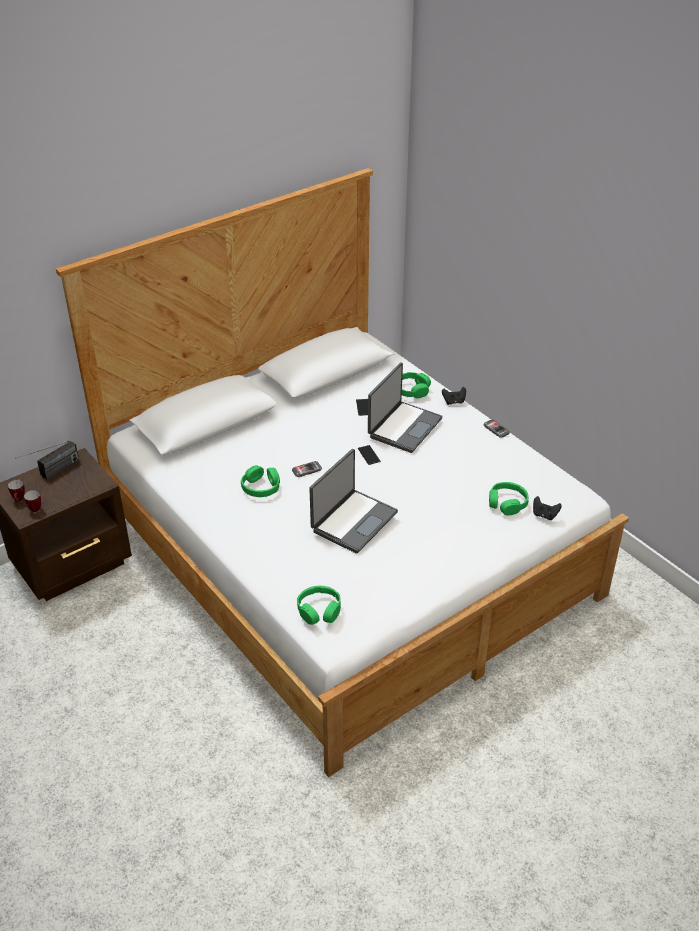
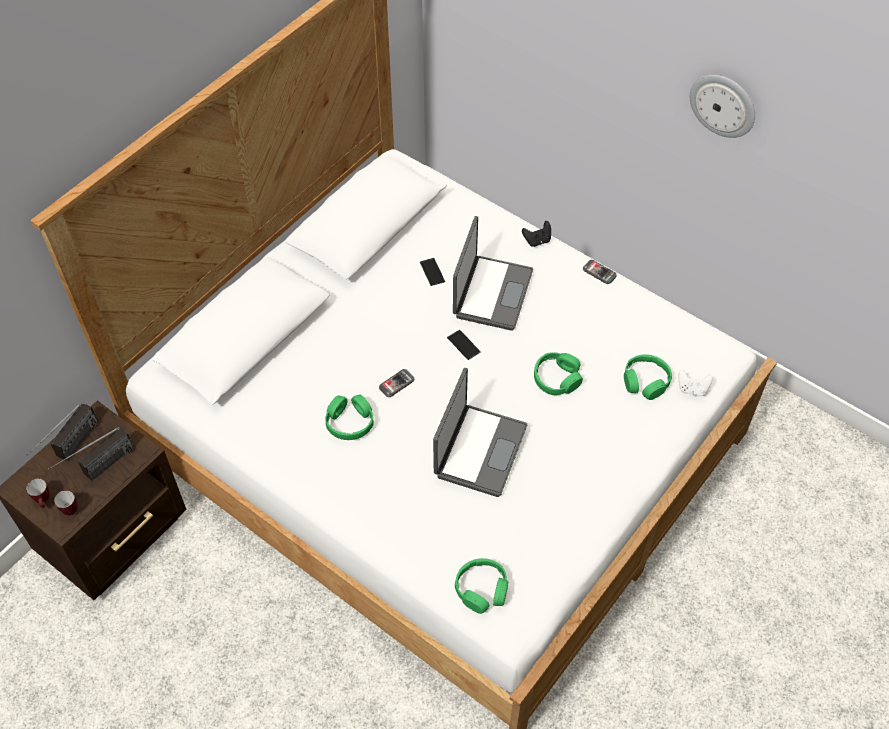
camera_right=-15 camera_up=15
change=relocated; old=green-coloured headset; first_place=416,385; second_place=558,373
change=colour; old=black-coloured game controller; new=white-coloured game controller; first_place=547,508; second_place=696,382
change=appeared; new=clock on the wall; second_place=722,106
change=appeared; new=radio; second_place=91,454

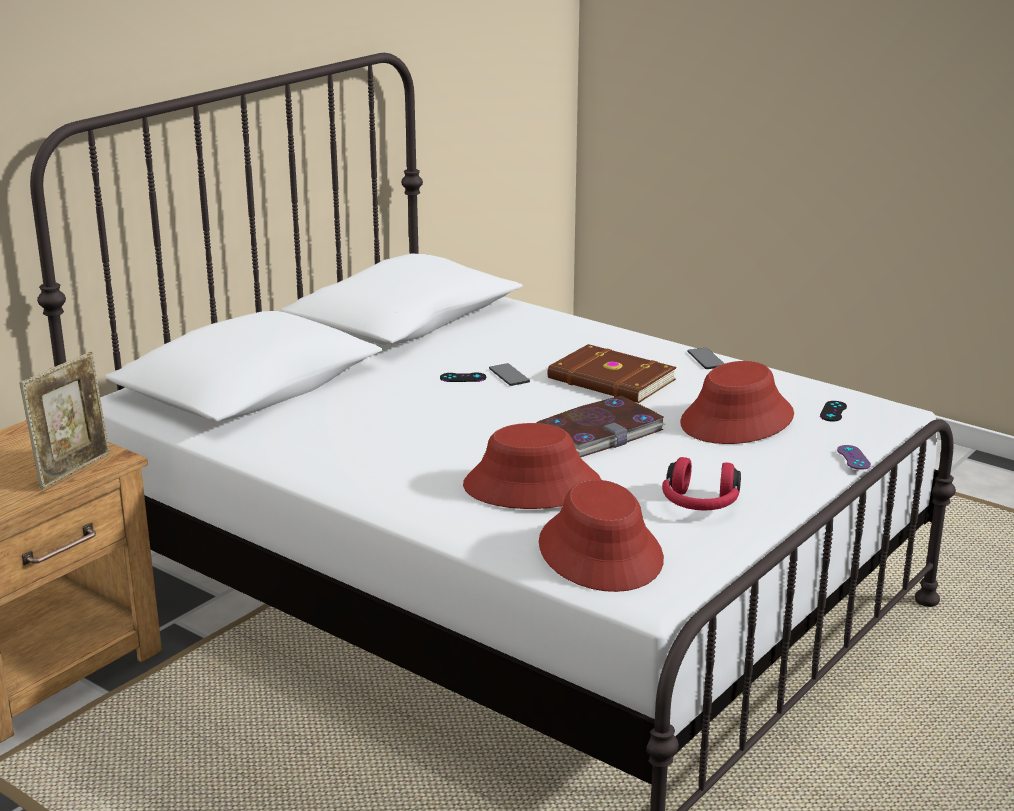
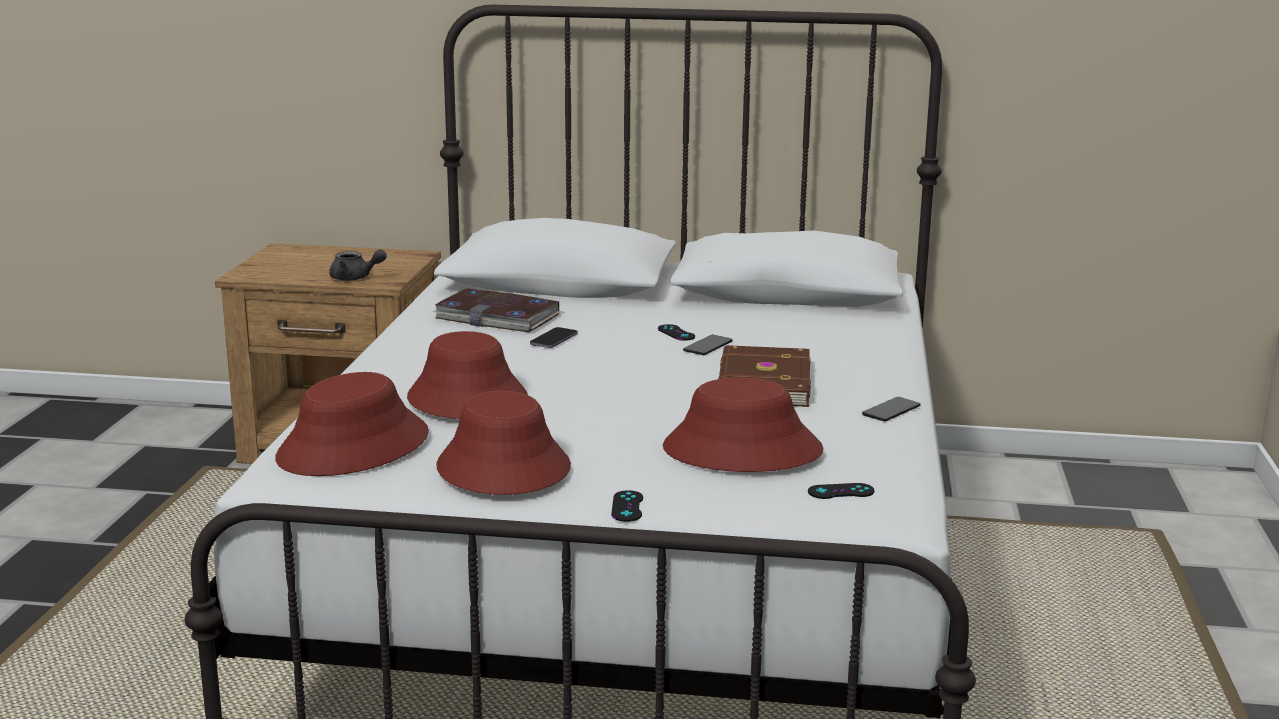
camera_right=60 camera_up=-5
change=exchanged; old=picture frame; new=gray teapot; first_place=64,420; second_place=358,265
change=relocated; old=book; first_place=601,426; second_place=497,310
change=missing; old=purple-coloured game controller; first_place=854,457
change=exchanged; old=reddish headset; new=reddish wearable hat; first_place=701,484; second_place=503,443
change=appeared; new=telephone; second_place=554,337
change=appeared; new=black-coloured game controller; second_place=627,506

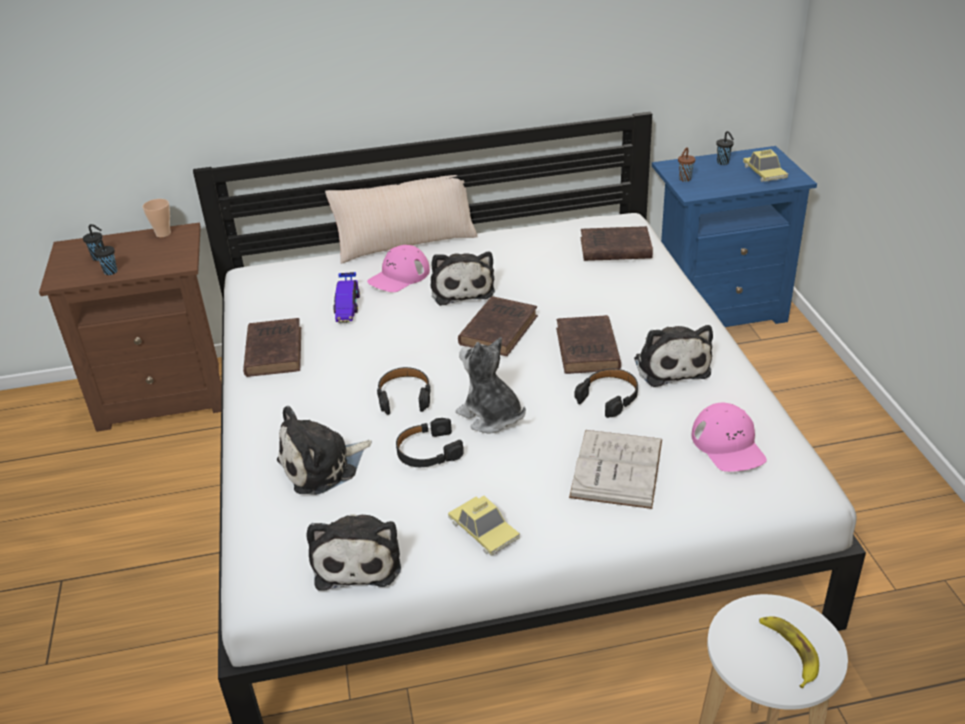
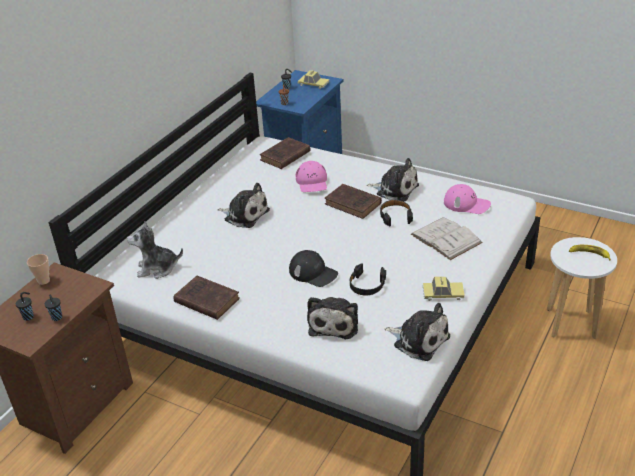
camera_right=-50 camera_up=0
change=missing; old=sand-coloured cushion; first_place=401,219
change=relocated; old=pinkish cap; first_place=398,268; second_place=311,176
change=missing; old=toy car; first_place=346,297
change=missing; old=brownish book; first_place=498,326
change=relocated; old=soft toy; first_place=491,385; second_place=155,250
change=exchanged; old=black-coloured headset; new=black-coloured cap; first_place=404,391; second_place=313,268

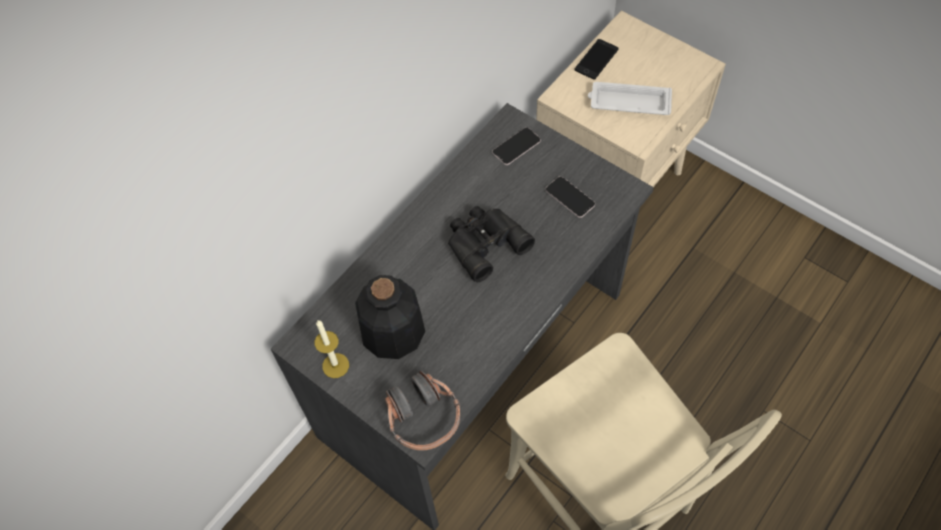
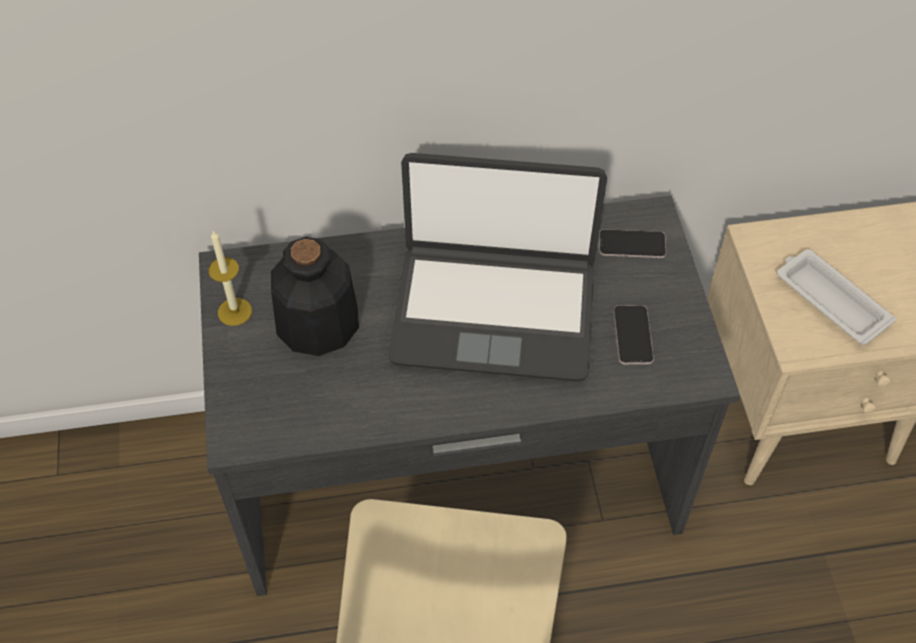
camera_right=40 camera_up=-5
change=missing; old=telephone; first_place=596,59
change=exchanged; old=black-coloured pair of binoculars; new=portable computer; first_place=491,244; second_place=497,267
change=missing; old=headset; first_place=422,410

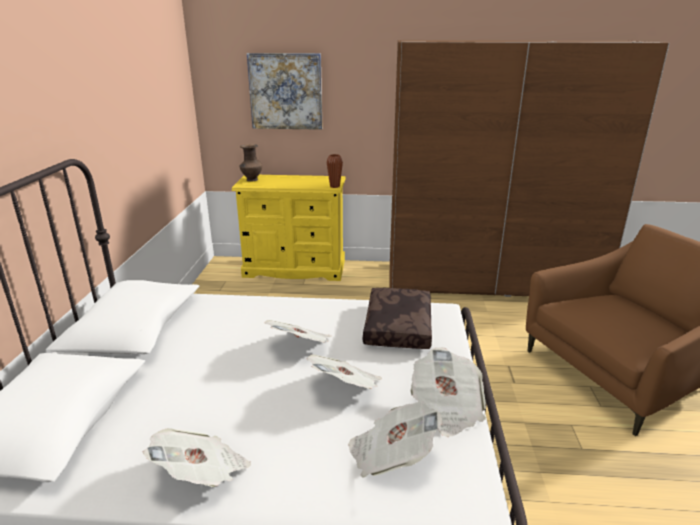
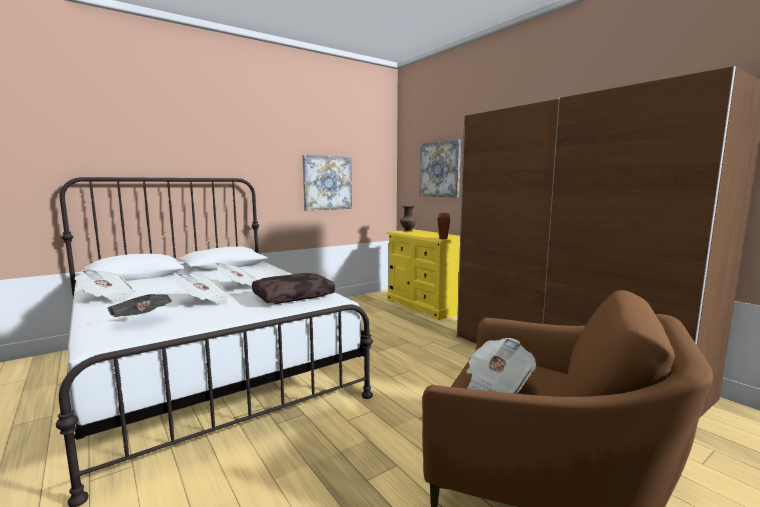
camera_right=50 camera_up=-15
change=relocated; old=daily paper; first_place=448,392; second_place=501,365
change=appeared; new=wall art; second_place=327,183

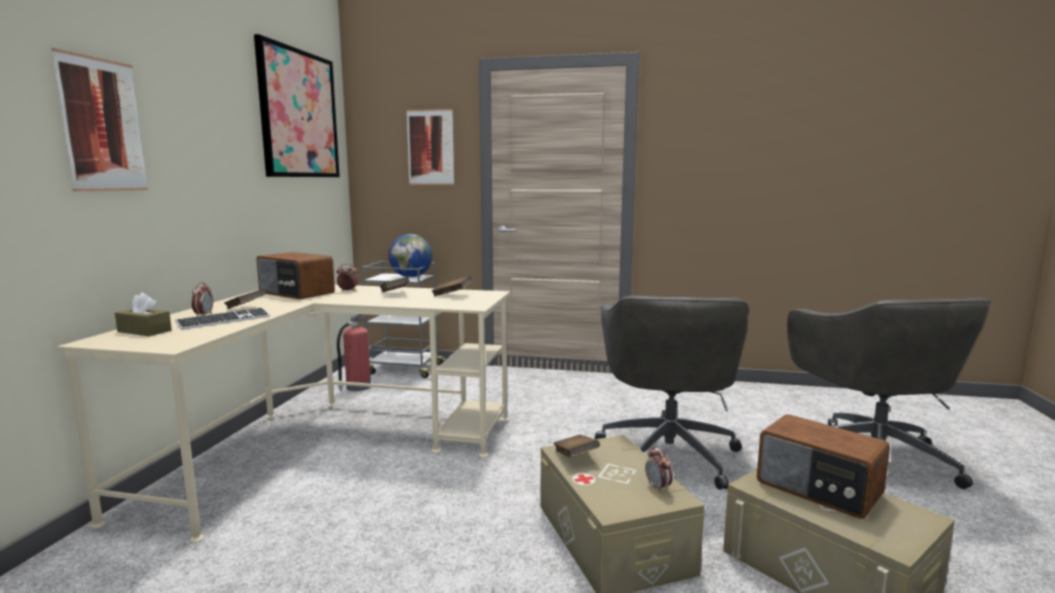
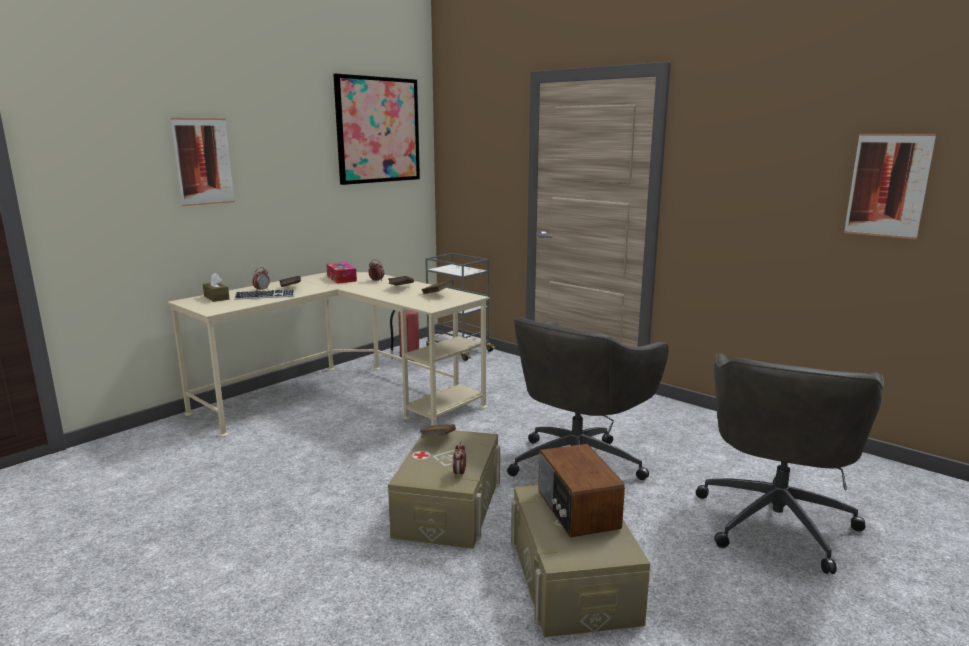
camera_right=30 camera_up=5
change=relocated; old=wall art; first_place=430,147; second_place=890,186
change=missing; old=world globe; first_place=410,256
change=exchanged; old=radio; new=tissue holder; first_place=295,276; second_place=341,273

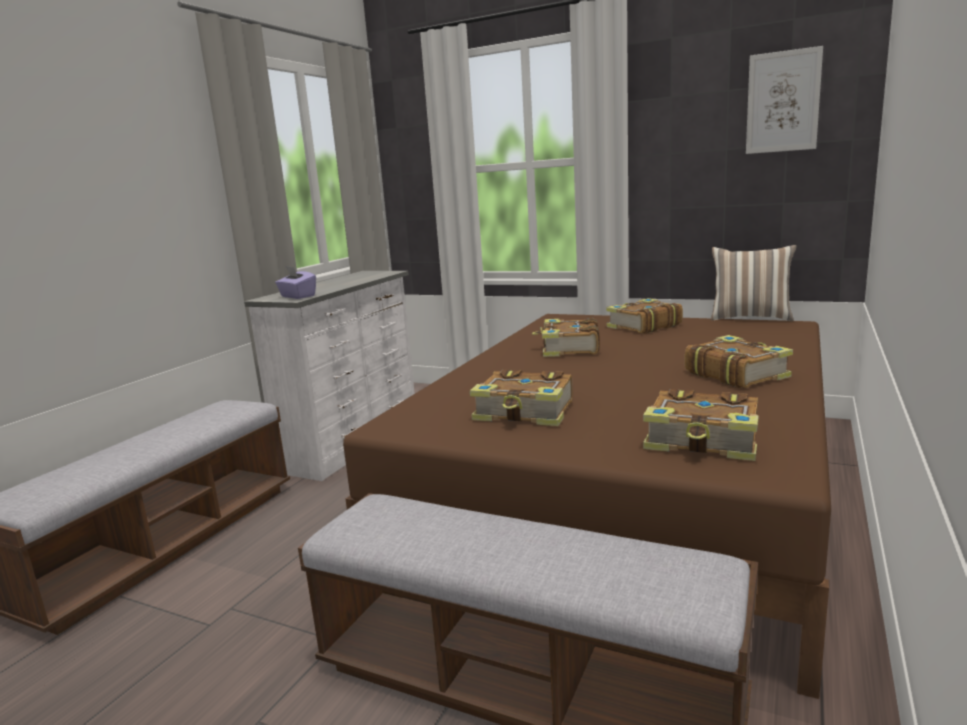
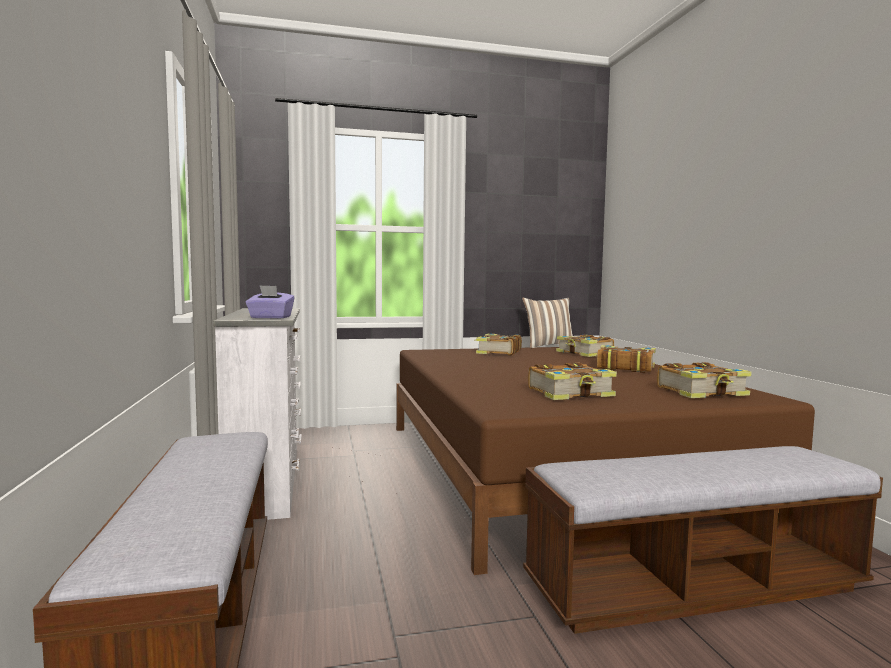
camera_right=-40 camera_up=-10
change=missing; old=wall art; first_place=784,100
change=relocated; old=book; first_place=566,337; second_place=585,345

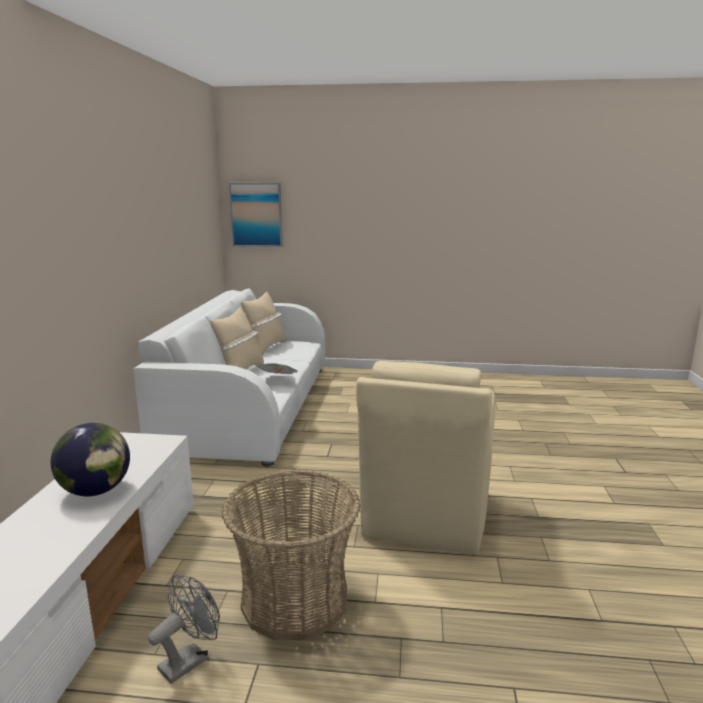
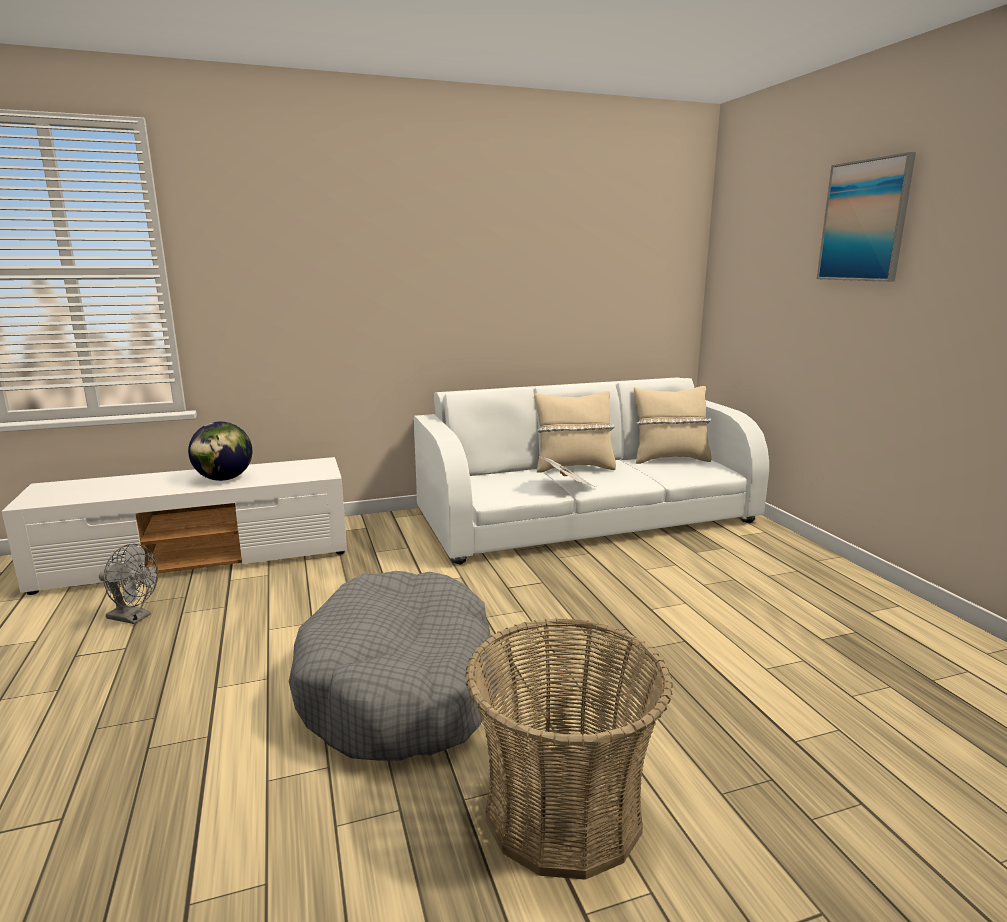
camera_right=65 camera_up=0
change=relocated; old=wall art; first_place=256,215; second_place=866,217
change=exchanged; old=sand-coloured lounge chair; new=gray dog cushion; first_place=425,458; second_place=394,666
change=relocated; old=household basket; first_place=291,555; second_place=569,749

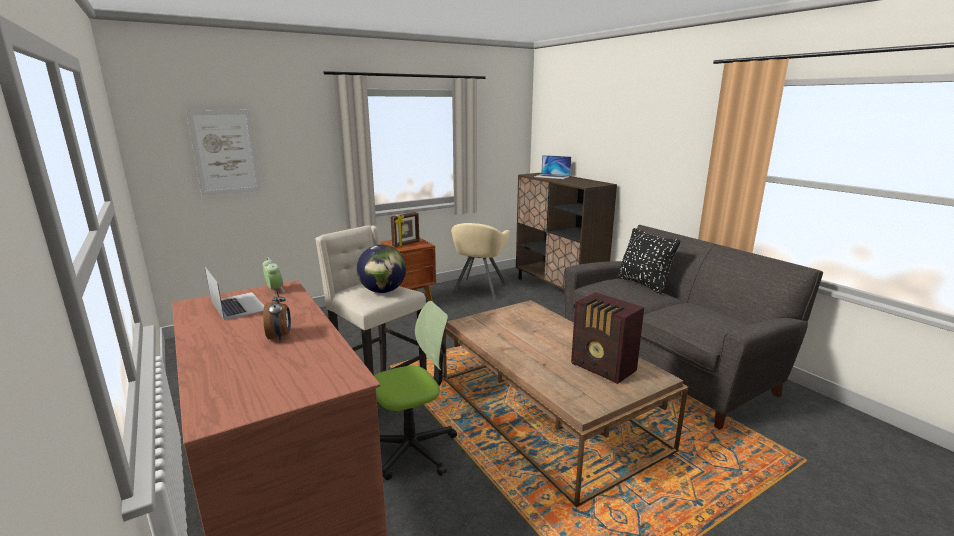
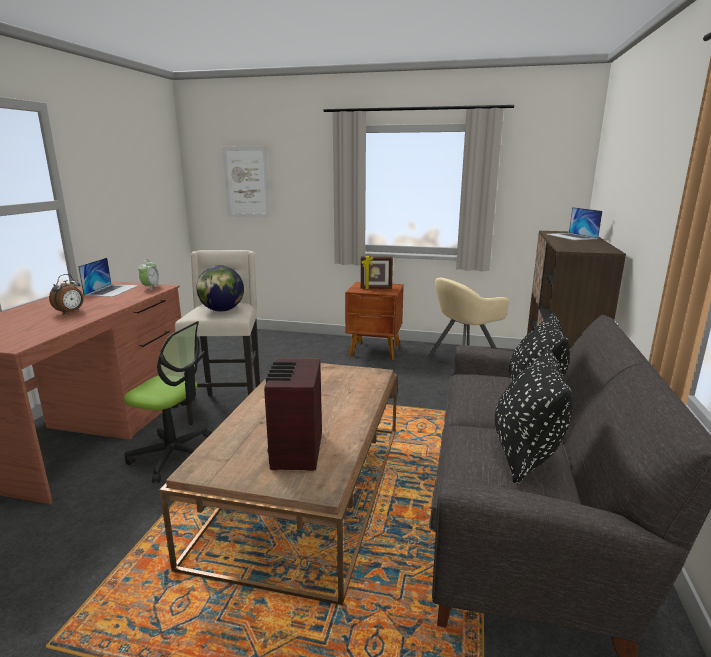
camera_right=45 camera_up=0
change=appeared; new=black-coloured cushion; second_place=534,415

